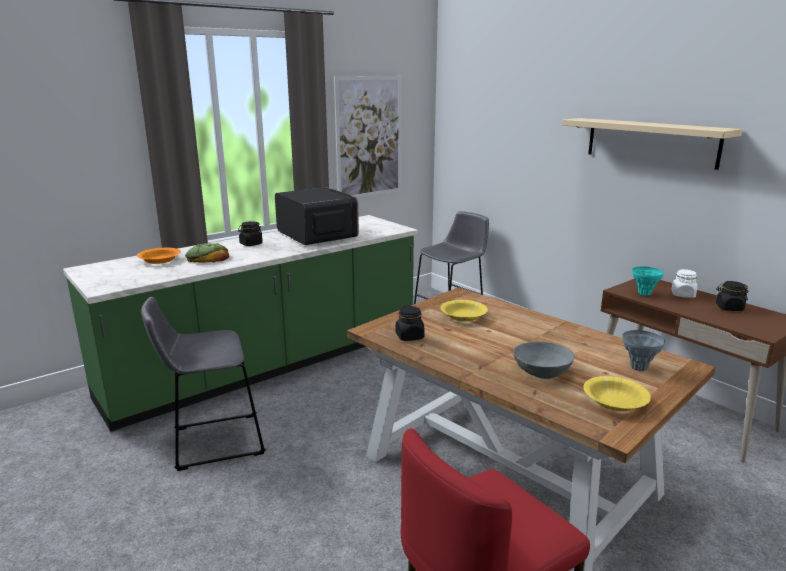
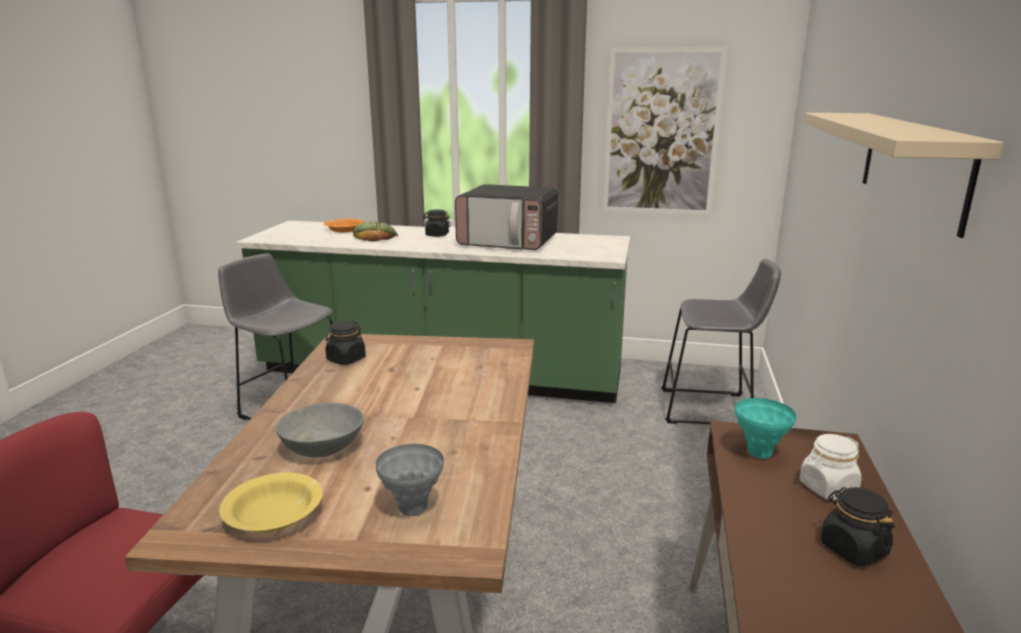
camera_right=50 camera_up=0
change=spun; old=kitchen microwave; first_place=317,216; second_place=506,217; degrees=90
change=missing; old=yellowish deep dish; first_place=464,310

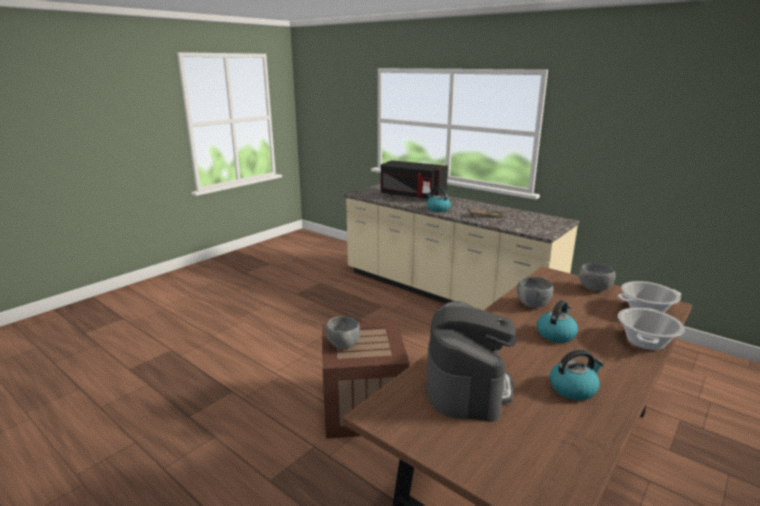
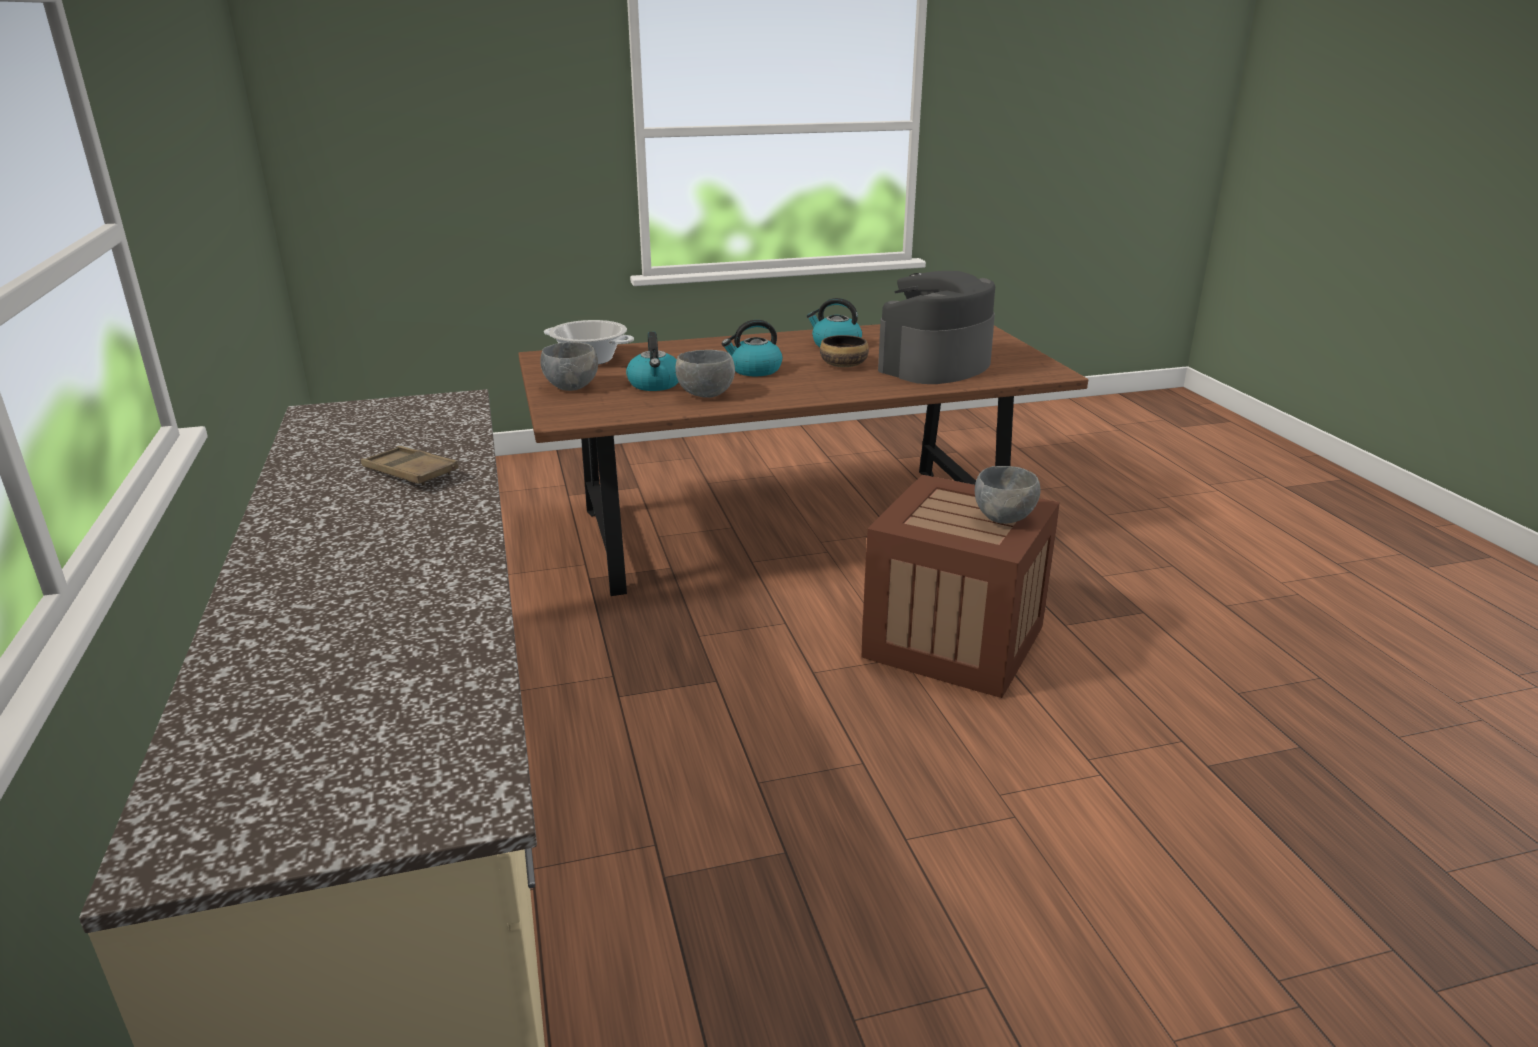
camera_right=-145 camera_up=5
change=missing; old=black-coloured kitchen microwave; first_place=414,179
change=relocated; old=tea kettle; first_place=439,199; second_place=652,361
change=missing; old=stockpot; first_place=651,329
change=appeared; new=deep dish; second_place=844,351

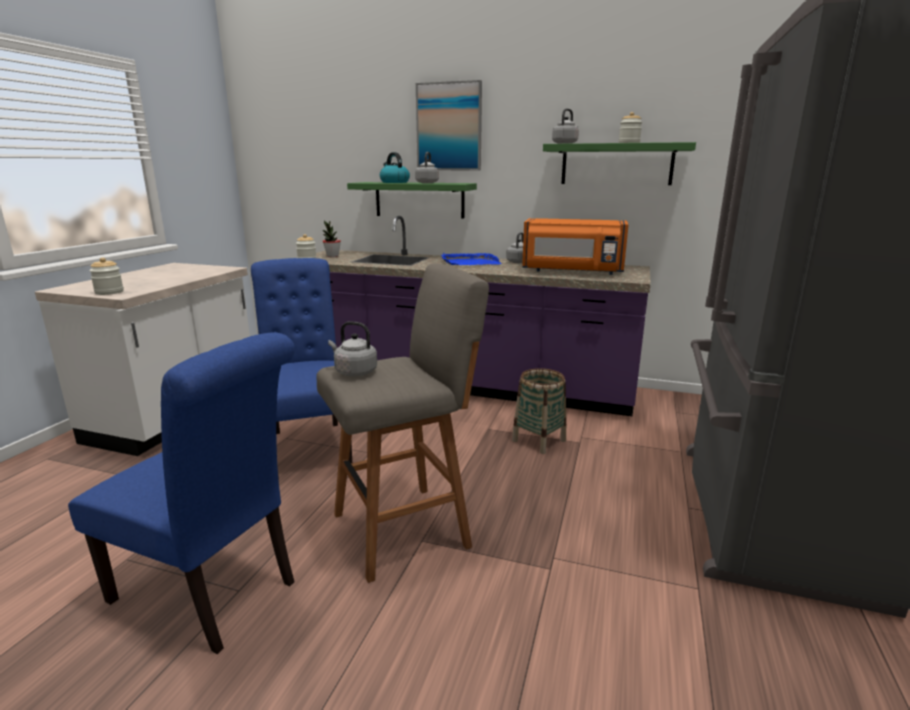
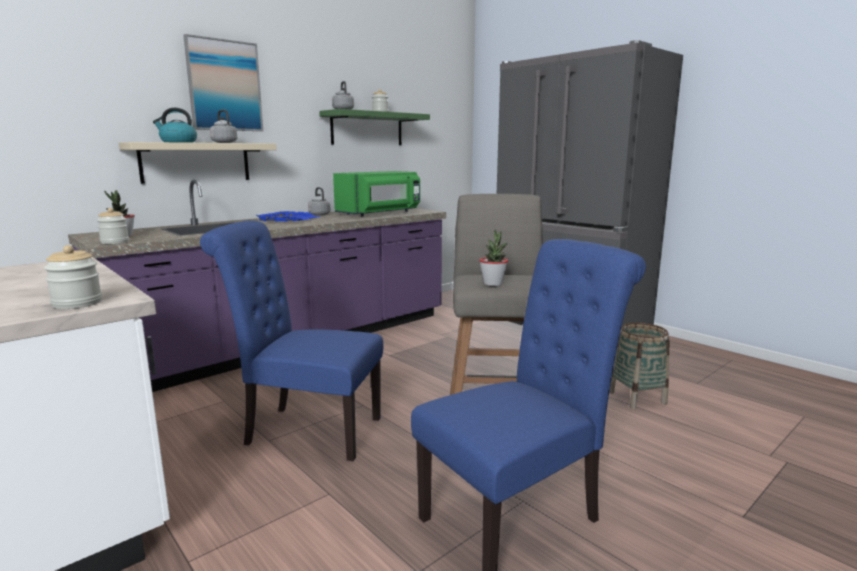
camera_right=-60 camera_up=-5
change=colour; old=green-coloured shelf; new=sand-coloured shelf; first_place=412,200; second_place=198,163
change=colour; old=orange-coloured kitchen microwave; new=green-coloured kitchen microwave; first_place=575,246; second_place=376,194
change=exchanged; old=gray tea kettle; new=plant in a pot; first_place=352,349; second_place=493,257
change=relocated; old=household basket; first_place=539,411; second_place=639,366

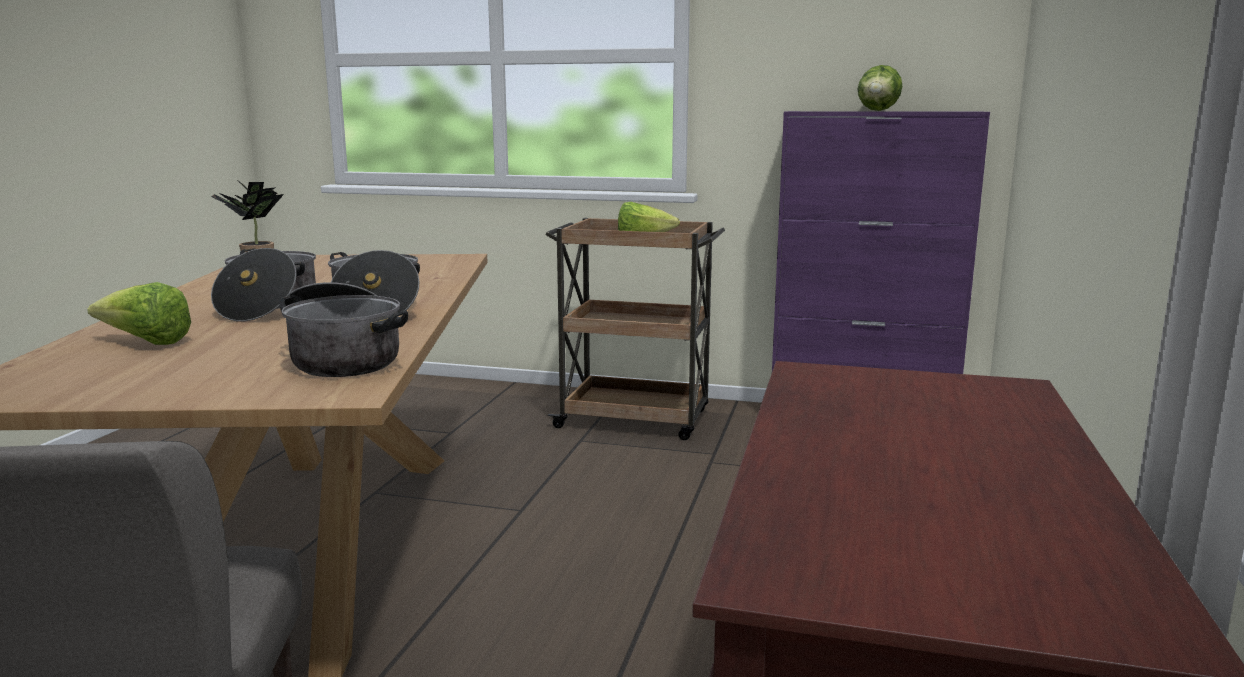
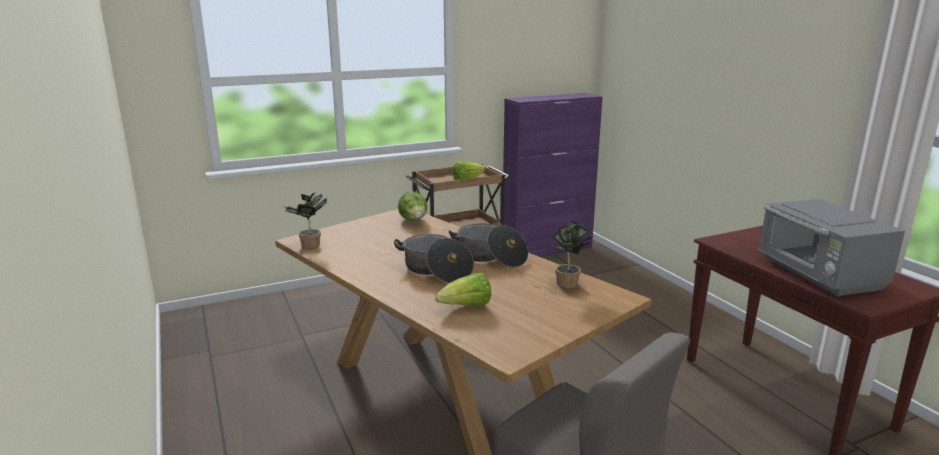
camera_right=-40 camera_up=5
change=relocated; old=lettuce head; first_place=880,88; second_place=412,206
change=exchanged; old=stockpot; new=plant in a pot; first_place=343,329; second_place=572,254
change=appeared; new=gray kitchen microwave; second_place=831,248

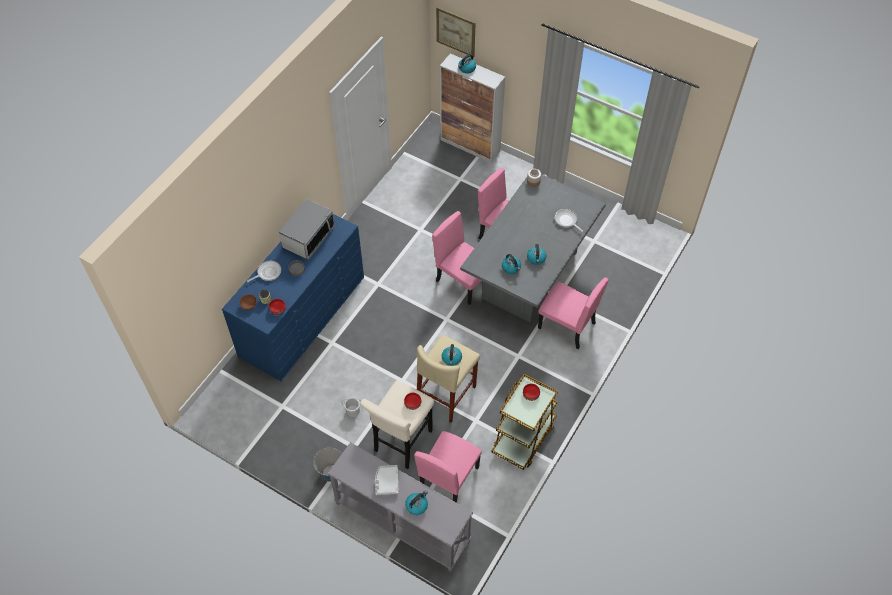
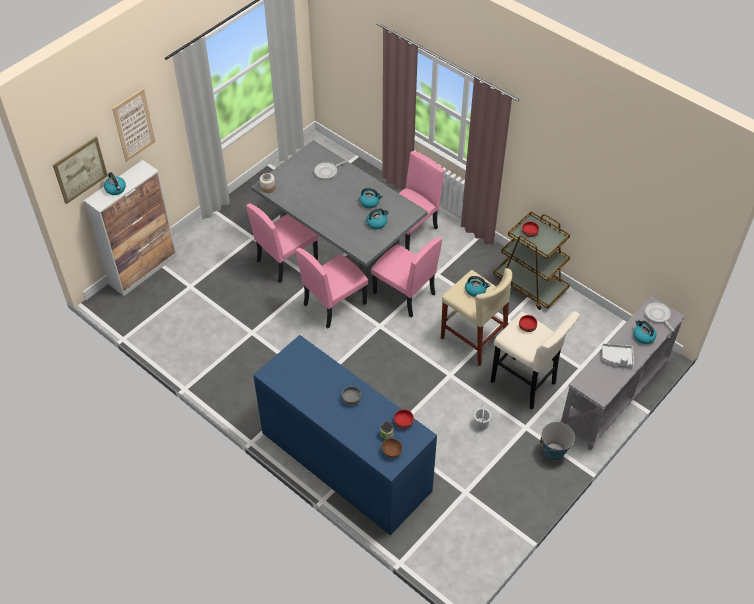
camera_right=-80 camera_up=-5
change=missing; old=kitchen microwave; first_place=307,229
change=relocated; old=frying pan; first_place=264,271; second_place=660,316
change=relocated; old=pinkish chair; first_place=448,467; second_place=406,277
change=appeared; new=wall art; second_place=133,125

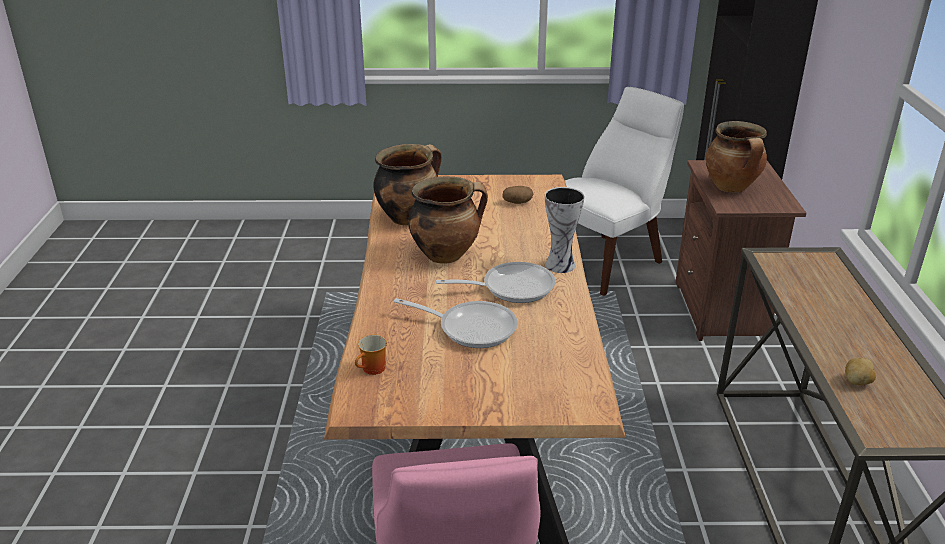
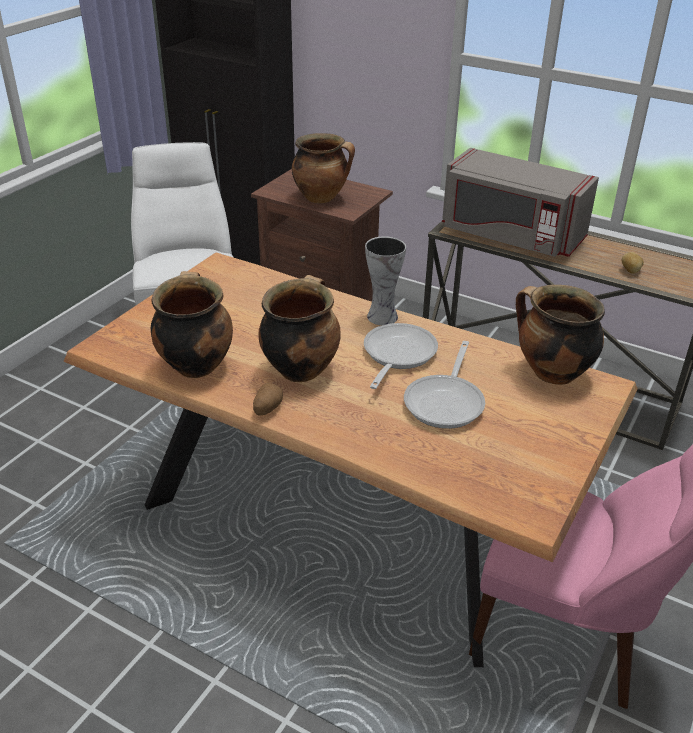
camera_right=-60 camera_up=5
change=relocated; old=spud; first_place=517,195; second_place=268,399
change=spun; old=frying pan; first_place=456,323; second_place=444,385; degrees=150
change=missing; old=mug; first_place=371,354
change=appeared; new=gray kitchen microwave; second_place=520,202
change=appeared; new=stockpot; second_place=560,335

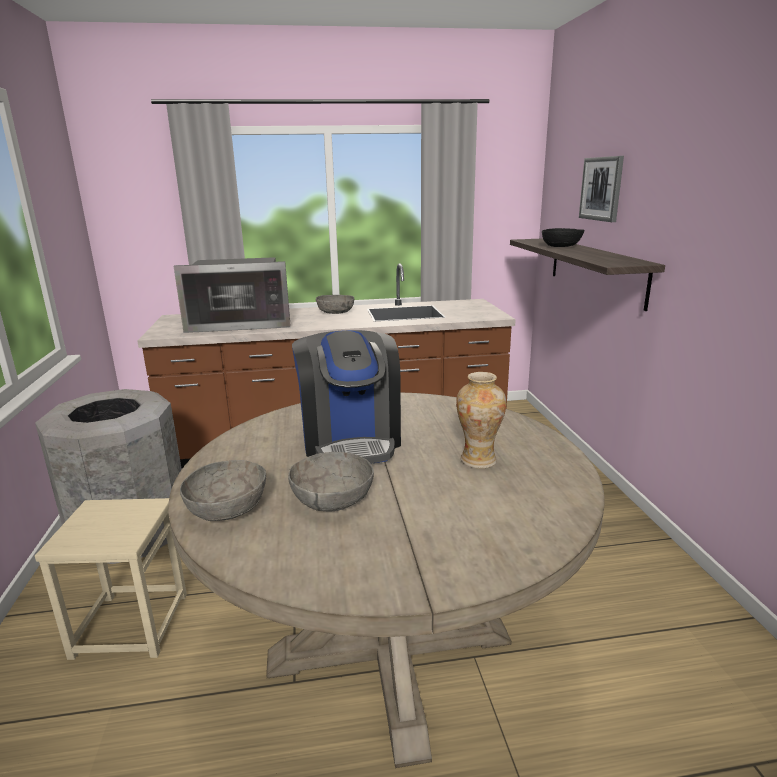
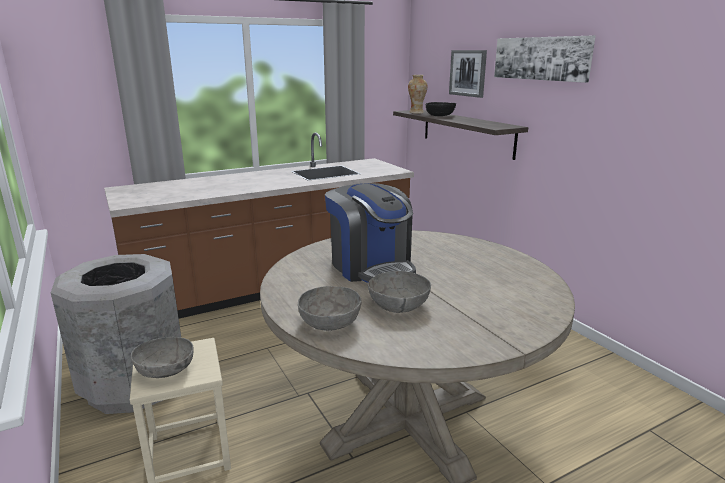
camera_right=-20 camera_up=0
change=missing; old=kitchen microwave; first_place=232,295
change=relocated; old=gray deep dish; first_place=335,304; second_place=162,357
change=relocated; old=decorative vase; first_place=481,420; second_place=417,94
change=appeared; new=wall art; second_place=545,59

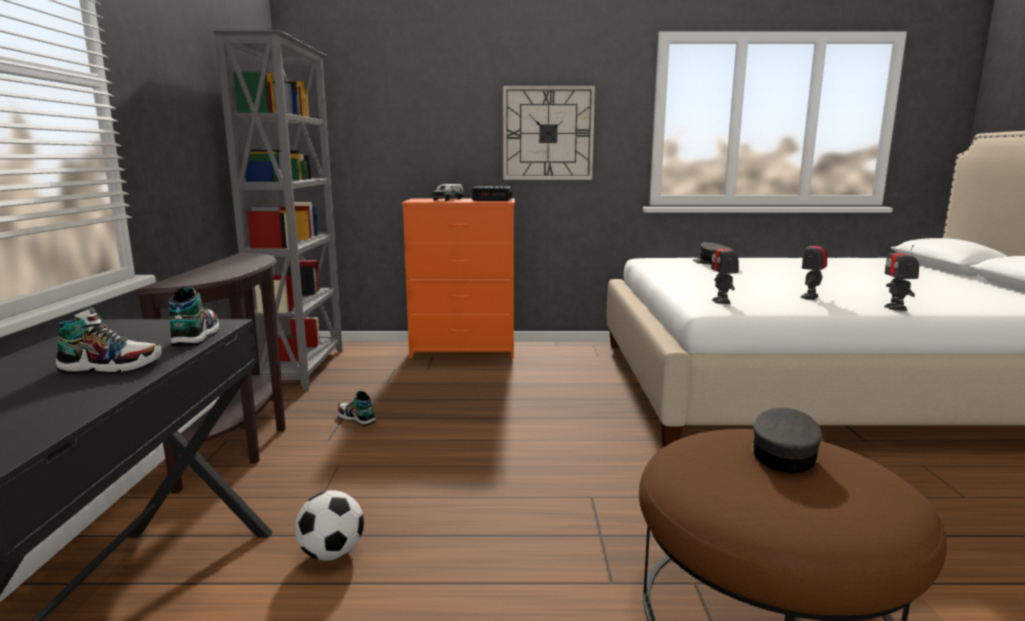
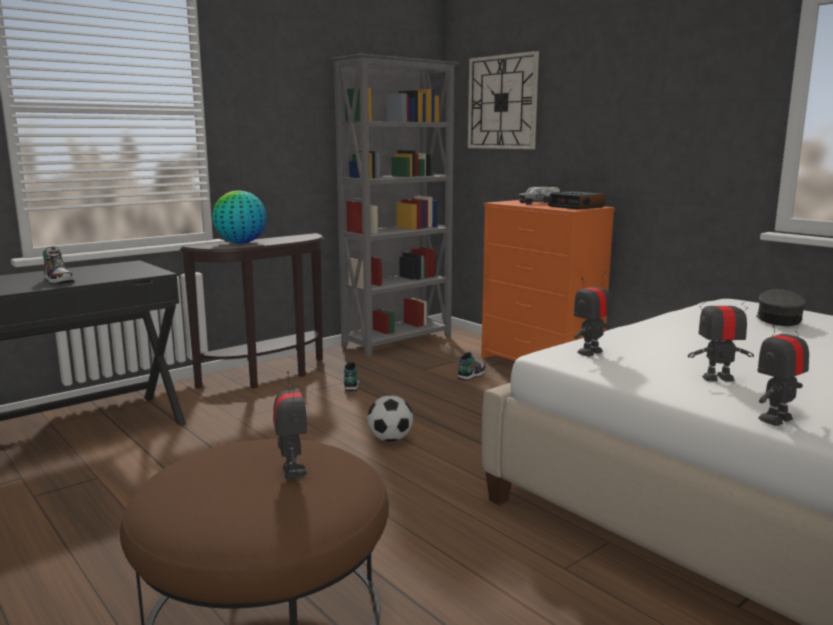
camera_right=50 camera_up=0
change=relocated; old=clock on the wall; first_place=549,133; second_place=503,100
change=relocated; old=item of footwear; first_place=194,316; second_place=471,366
change=exchanged; old=gray cap; new=robot figure; first_place=787,440; second_place=290,425
change=relocated; old=football ball; first_place=329,525; second_place=390,418
change=appeared; new=world globe; second_place=239,216

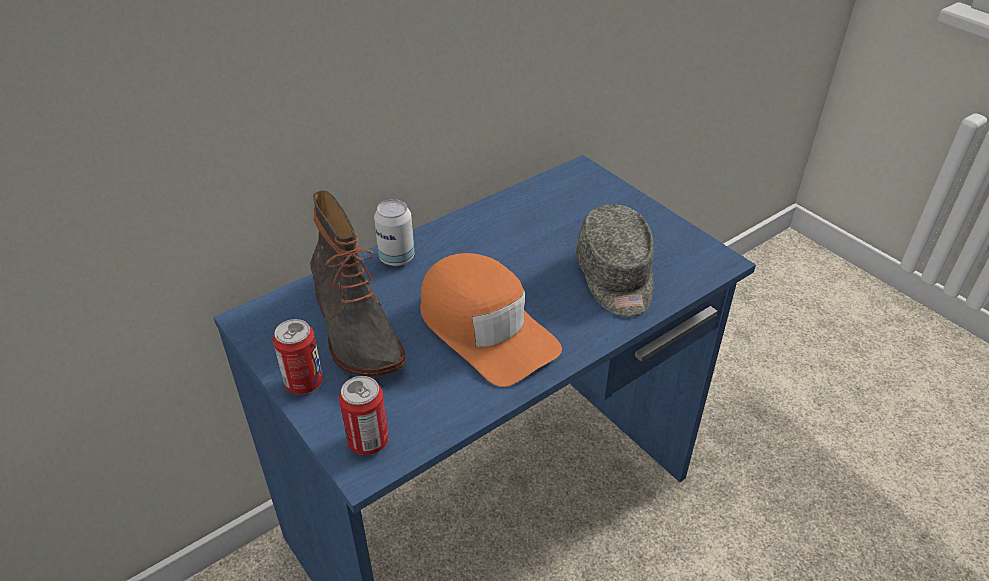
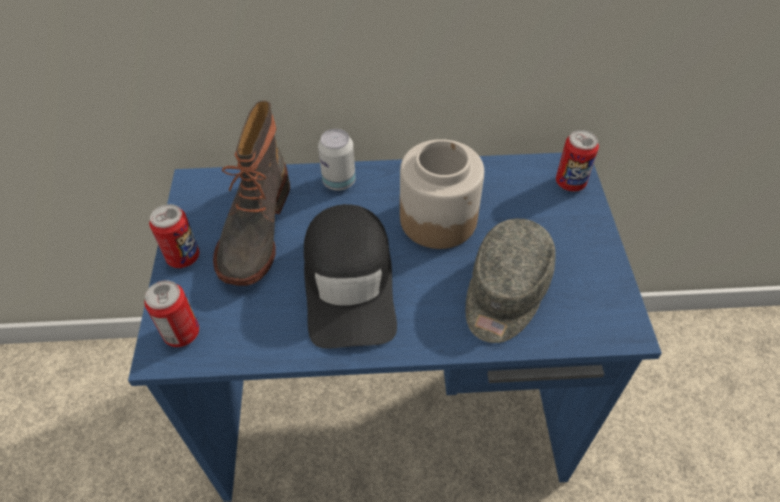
camera_right=35 camera_up=10
change=colour; old=orange-coloured cap; new=black-coloured cap; first_place=491,320; second_place=350,276
change=appeared; new=can; second_place=577,160
change=appeared; new=jar; second_place=442,194

